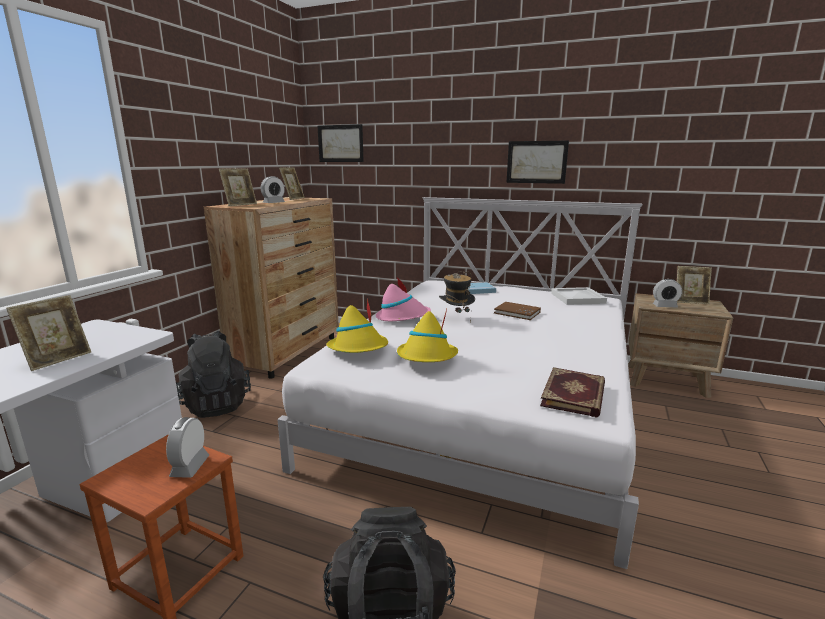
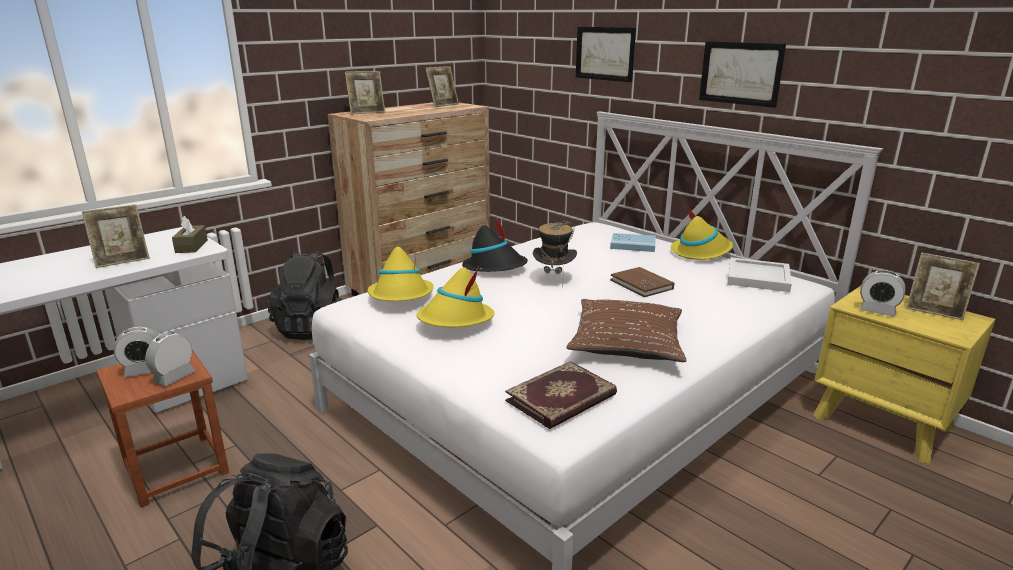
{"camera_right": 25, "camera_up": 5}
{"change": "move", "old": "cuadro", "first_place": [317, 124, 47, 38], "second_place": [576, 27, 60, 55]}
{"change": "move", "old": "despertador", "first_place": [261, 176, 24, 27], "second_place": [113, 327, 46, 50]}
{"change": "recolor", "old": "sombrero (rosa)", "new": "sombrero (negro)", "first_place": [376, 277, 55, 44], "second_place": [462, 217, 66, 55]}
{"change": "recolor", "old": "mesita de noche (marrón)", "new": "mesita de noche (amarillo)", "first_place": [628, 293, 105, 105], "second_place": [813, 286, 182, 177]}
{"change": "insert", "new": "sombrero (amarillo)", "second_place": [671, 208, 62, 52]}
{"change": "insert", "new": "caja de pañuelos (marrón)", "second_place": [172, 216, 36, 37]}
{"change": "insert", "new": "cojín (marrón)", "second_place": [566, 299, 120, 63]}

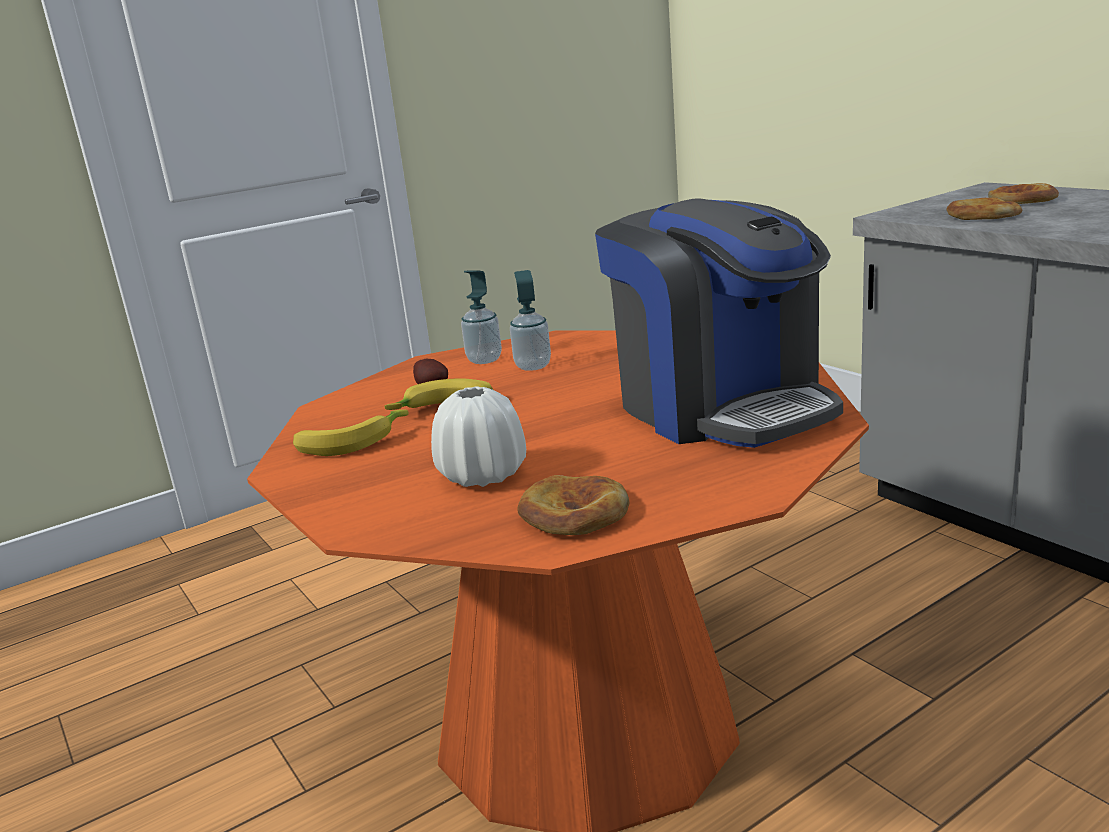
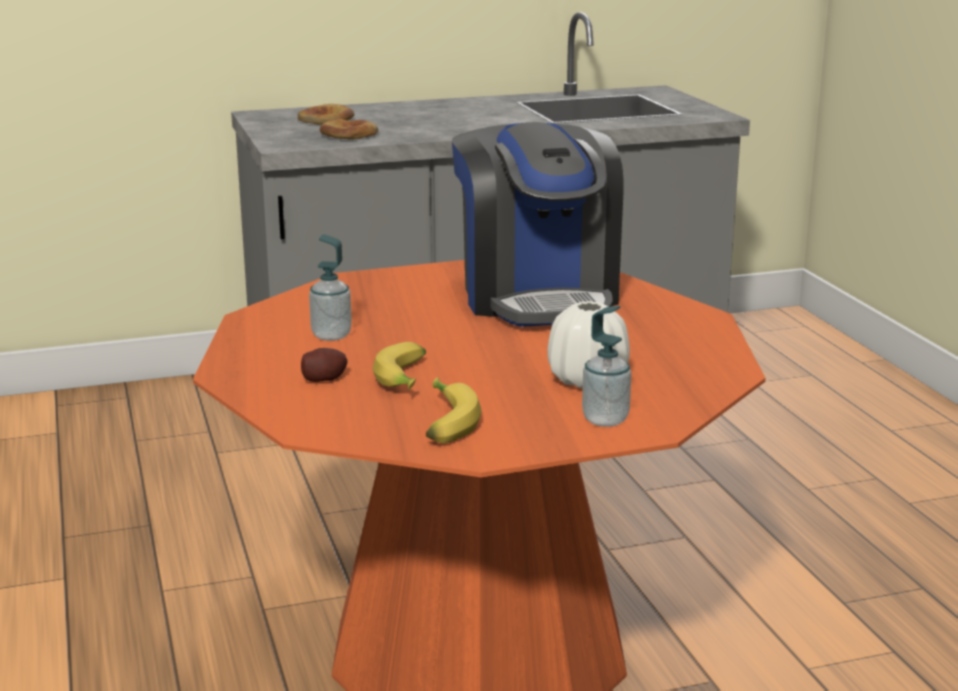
{"camera_right": -75, "camera_up": 0}
{"change": "rotate", "old": "cafetera", "first_place": [595, 198, 248, 250], "second_place": [452, 122, 171, 205], "degrees": 90}
{"change": "move", "old": "dispensador de jabón", "first_place": [461, 270, 41, 94], "second_place": [582, 306, 49, 121]}
{"change": "delete", "old": "pan", "first_place": [517, 475, 112, 60]}

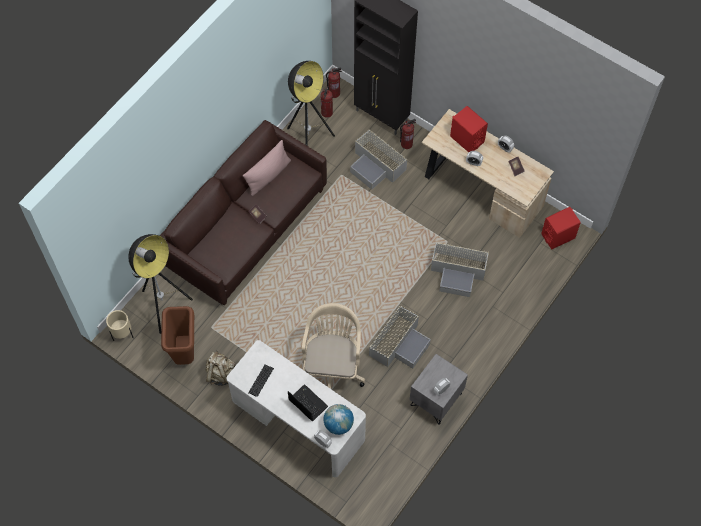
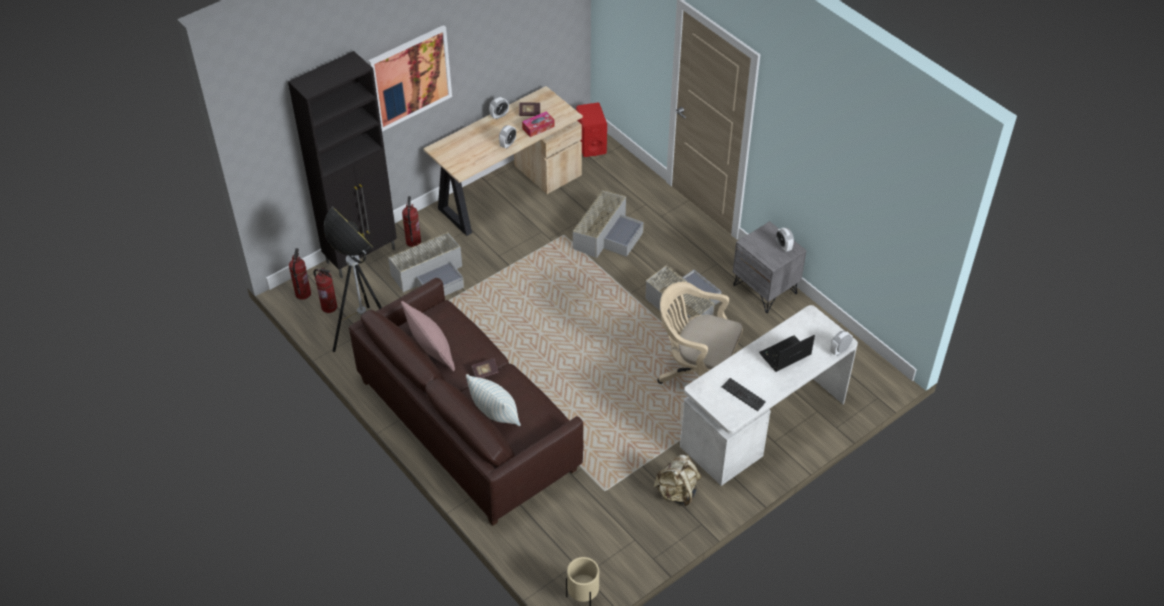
{"camera_right": -75, "camera_up": -15}
{"change": "delete", "old": "altavoz (rojo)", "first_place": [450, 106, 38, 46]}
{"change": "delete", "old": "lámpara de pie", "first_place": [128, 234, 65, 100]}
{"change": "delete", "old": "papelera (marrón)", "first_place": [161, 306, 33, 59]}
{"change": "delete", "old": "globo terráqueo", "first_place": [324, 404, 30, 31]}
{"change": "insert", "new": "cuadro", "second_place": [368, 25, 84, 106]}
{"change": "insert", "new": "caja de pañuelos", "second_place": [522, 111, 33, 26]}
{"change": "insert", "new": "cojín", "second_place": [466, 374, 55, 52]}

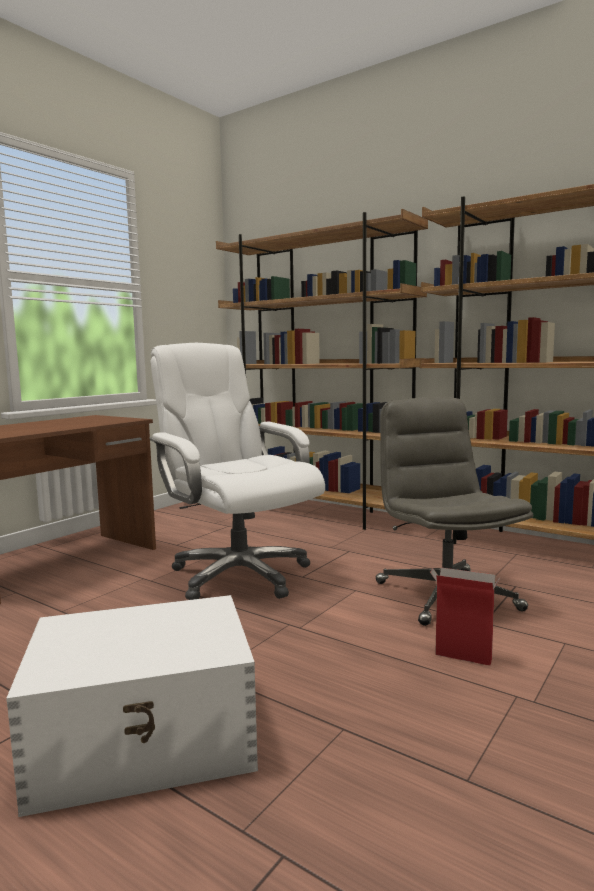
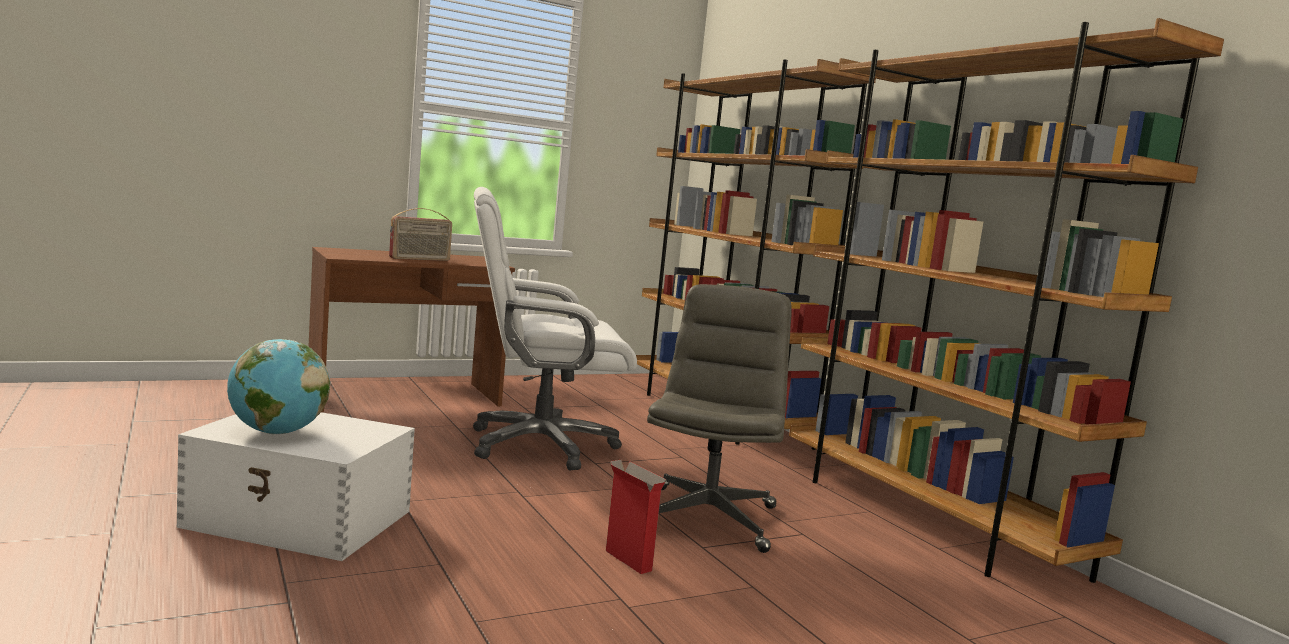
{"camera_right": 25, "camera_up": 0}
{"change": "rotate", "old": "silla de oficina (blanco)", "first_place": [149, 343, 176, 257], "second_place": [473, 187, 164, 284], "degrees": -90}
{"change": "insert", "new": "radio", "second_place": [389, 208, 63, 53]}
{"change": "insert", "new": "globo terráqueo", "second_place": [227, 339, 103, 95]}

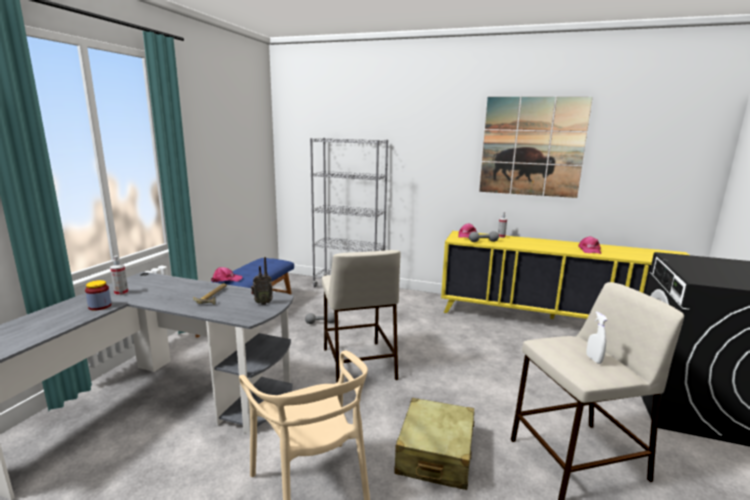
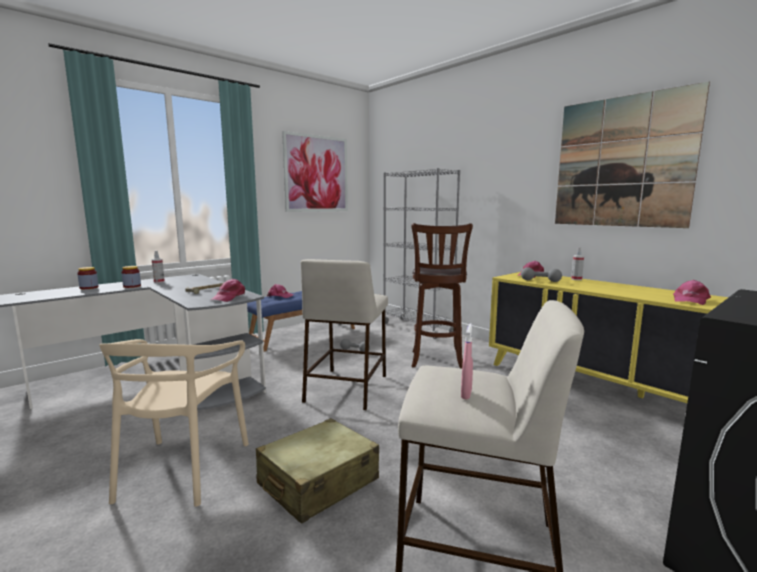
{"camera_right": 30, "camera_up": -5}
{"change": "replace", "old": "radio", "new": "gorra (rosa)", "first_place": [251, 257, 22, 48], "second_place": [211, 279, 34, 23]}
{"change": "recolor", "old": "pulverizador (blanco)", "new": "pulverizador (rosa)", "first_place": [586, 311, 22, 53], "second_place": [461, 323, 12, 76]}
{"change": "insert", "new": "cuadro", "second_place": [282, 131, 66, 81]}
{"change": "insert", "new": "taburete (marrón)", "second_place": [411, 223, 62, 146]}
{"change": "insert", "new": "tarro", "second_place": [77, 267, 22, 22]}

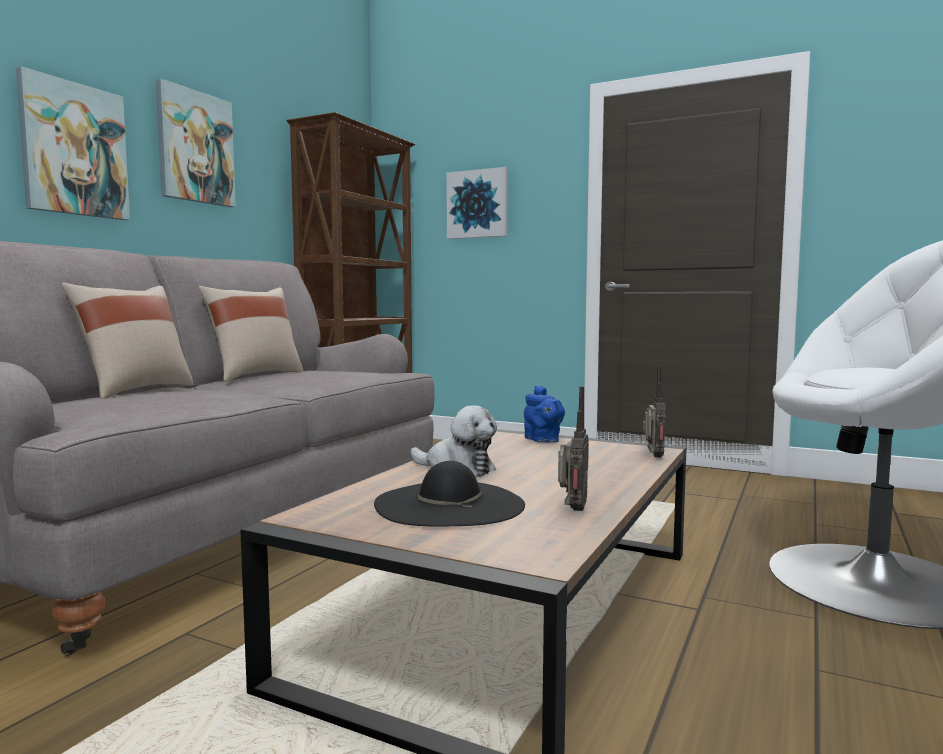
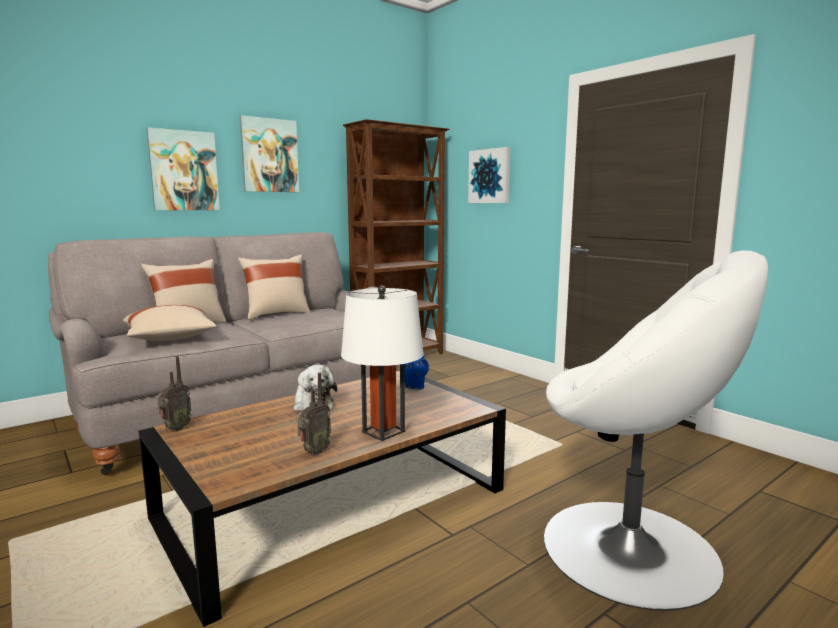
{"camera_right": 25, "camera_up": 5}
{"change": "move", "old": "radio", "first_place": [643, 365, 23, 92], "second_place": [157, 356, 35, 75]}
{"change": "delete", "old": "sombrero (negro)", "first_place": [374, 461, 151, 66]}
{"change": "insert", "new": "lámpara de mesa (blanco)", "second_place": [341, 286, 83, 155]}
{"change": "insert", "new": "cojín (beis)", "second_place": [123, 305, 94, 36]}

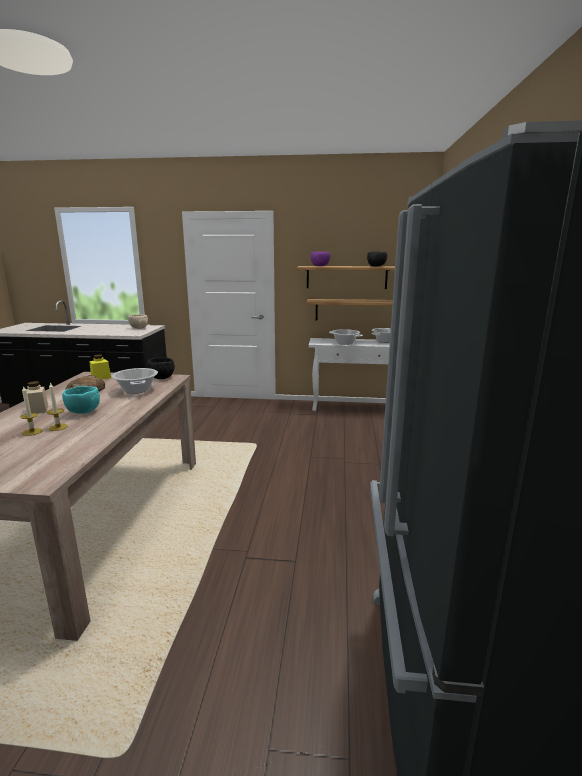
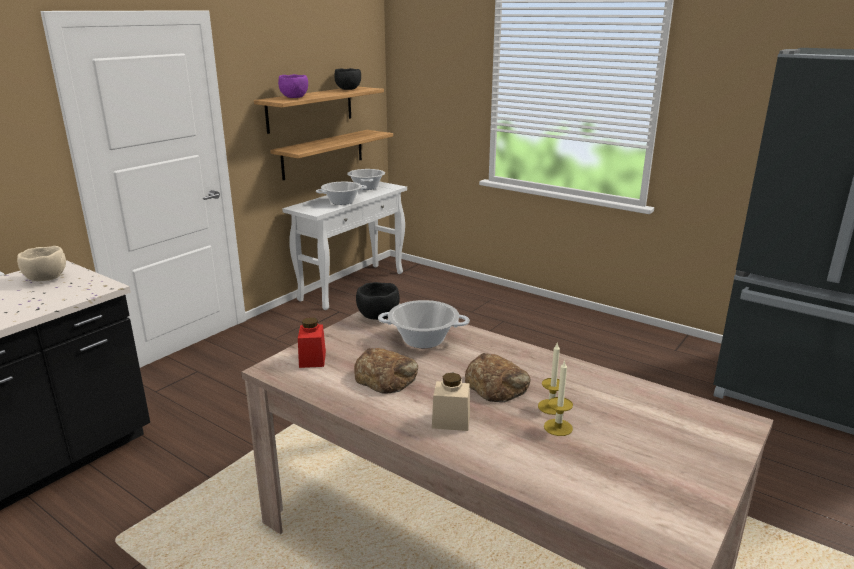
{"camera_right": -60, "camera_up": 5}
{"change": "recolor", "old": "tarro (amarillo)", "new": "tarro (rojo)", "first_place": [89, 354, 22, 26], "second_place": [298, 317, 28, 51]}
{"change": "replace", "old": "cuenco (turquesa)", "new": "pan", "first_place": [62, 386, 38, 28], "second_place": [465, 353, 66, 49]}

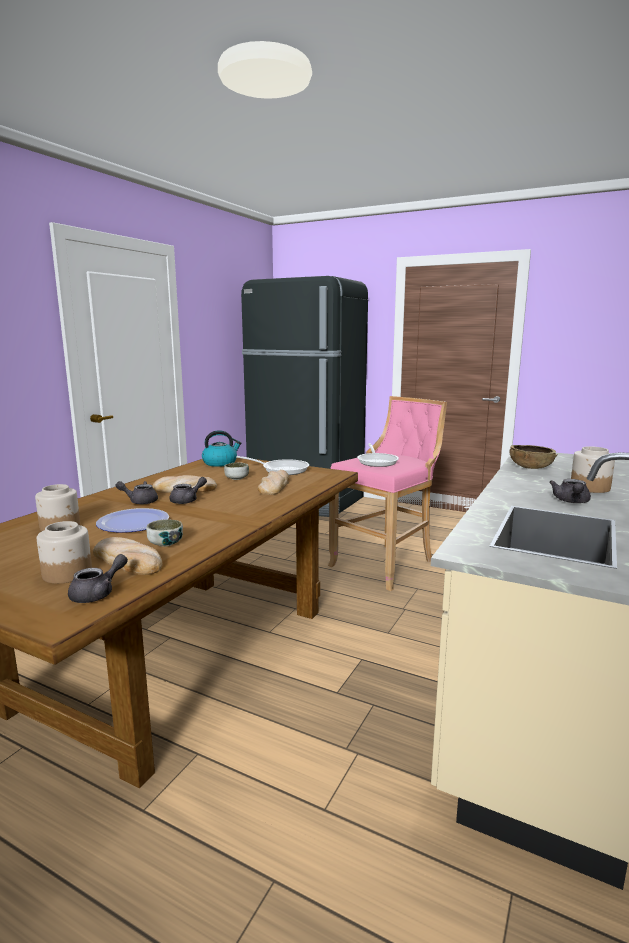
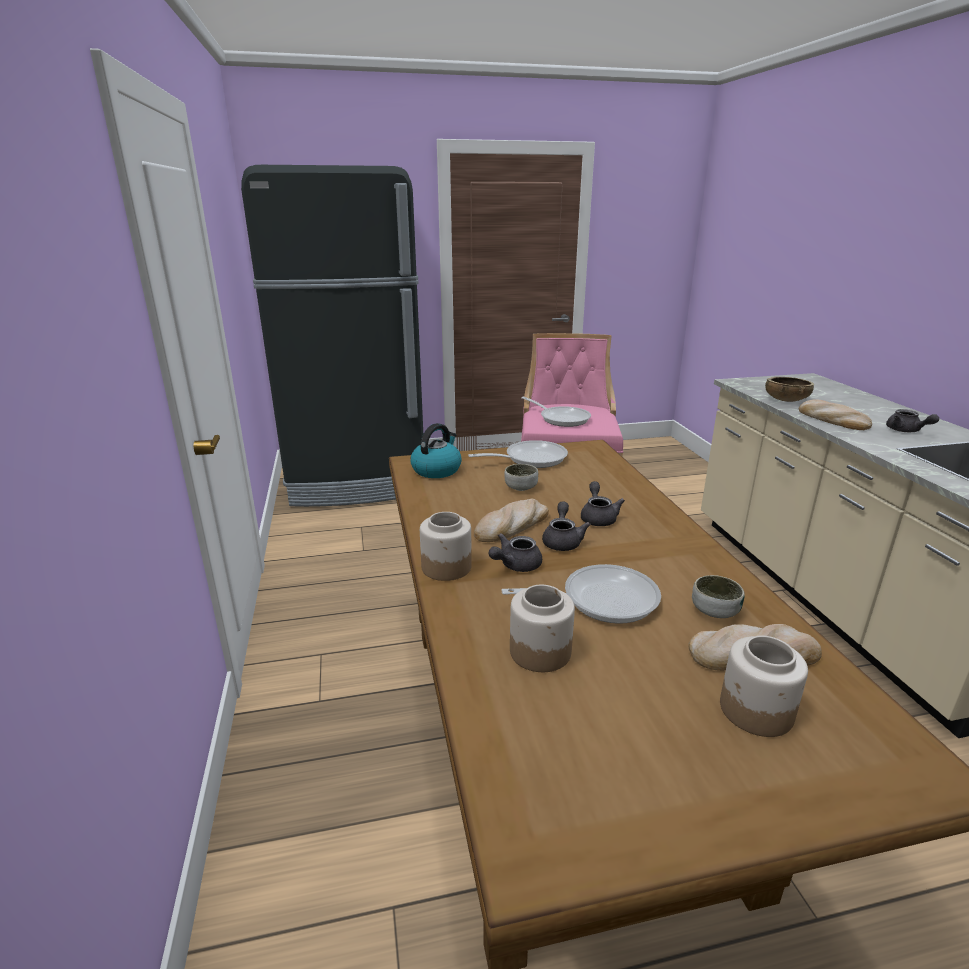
{"camera_right": -40, "camera_up": 10}
{"change": "move", "old": "tarro", "first_place": [571, 446, 44, 47], "second_place": [420, 512, 52, 69]}
{"change": "move", "old": "pan", "first_place": [258, 470, 31, 25], "second_place": [799, 399, 73, 31]}
{"change": "replace", "old": "plato", "new": "sartén", "first_place": [96, 508, 73, 25], "second_place": [502, 564, 159, 60]}
{"change": "move", "old": "tetera (gris)", "first_place": [68, 554, 60, 49], "second_place": [581, 481, 44, 45]}

